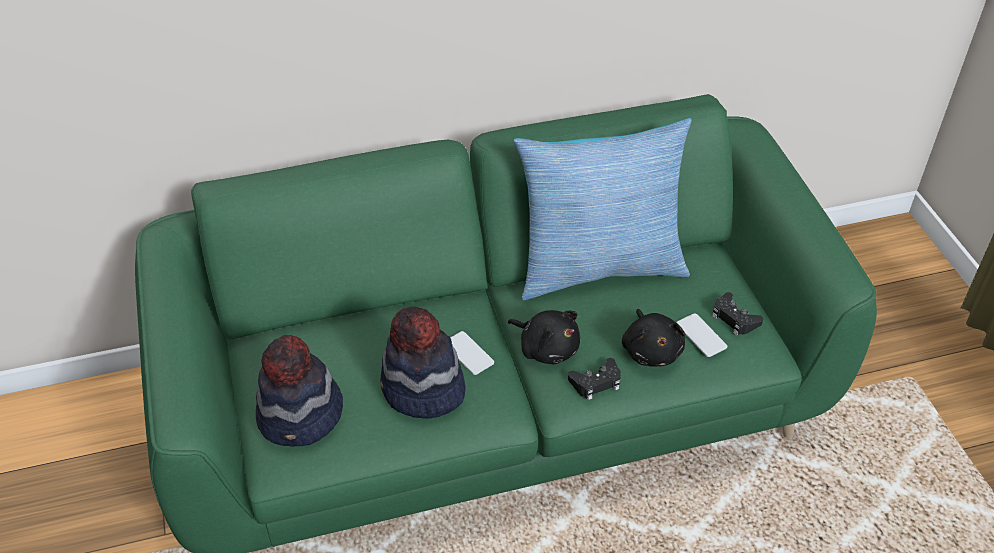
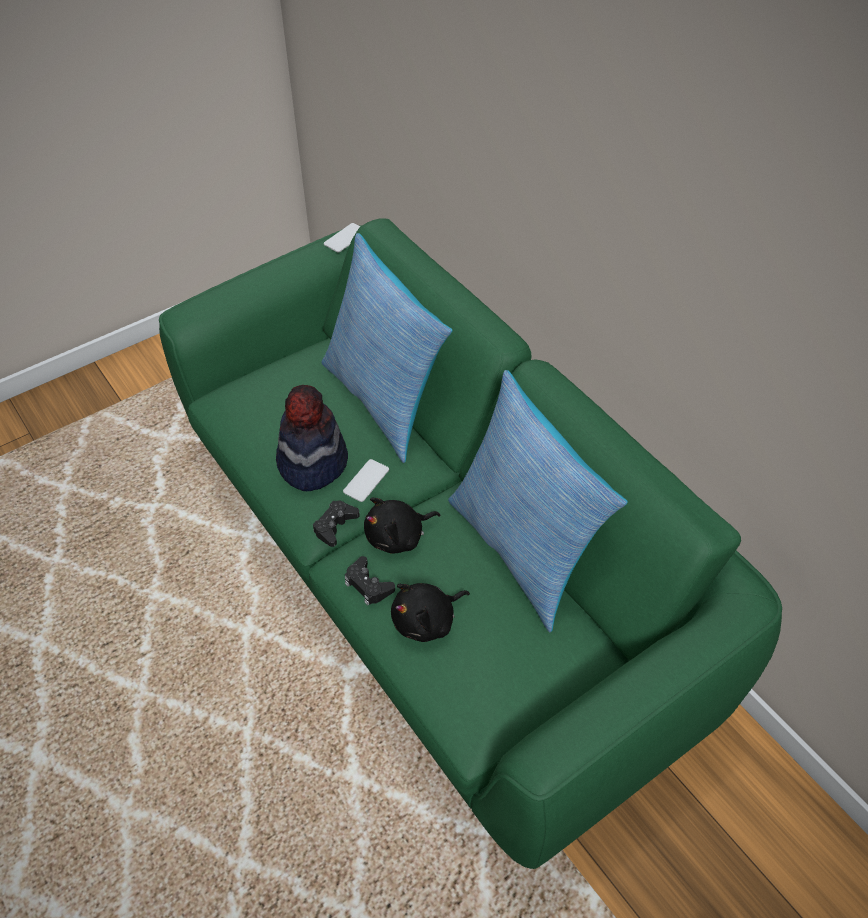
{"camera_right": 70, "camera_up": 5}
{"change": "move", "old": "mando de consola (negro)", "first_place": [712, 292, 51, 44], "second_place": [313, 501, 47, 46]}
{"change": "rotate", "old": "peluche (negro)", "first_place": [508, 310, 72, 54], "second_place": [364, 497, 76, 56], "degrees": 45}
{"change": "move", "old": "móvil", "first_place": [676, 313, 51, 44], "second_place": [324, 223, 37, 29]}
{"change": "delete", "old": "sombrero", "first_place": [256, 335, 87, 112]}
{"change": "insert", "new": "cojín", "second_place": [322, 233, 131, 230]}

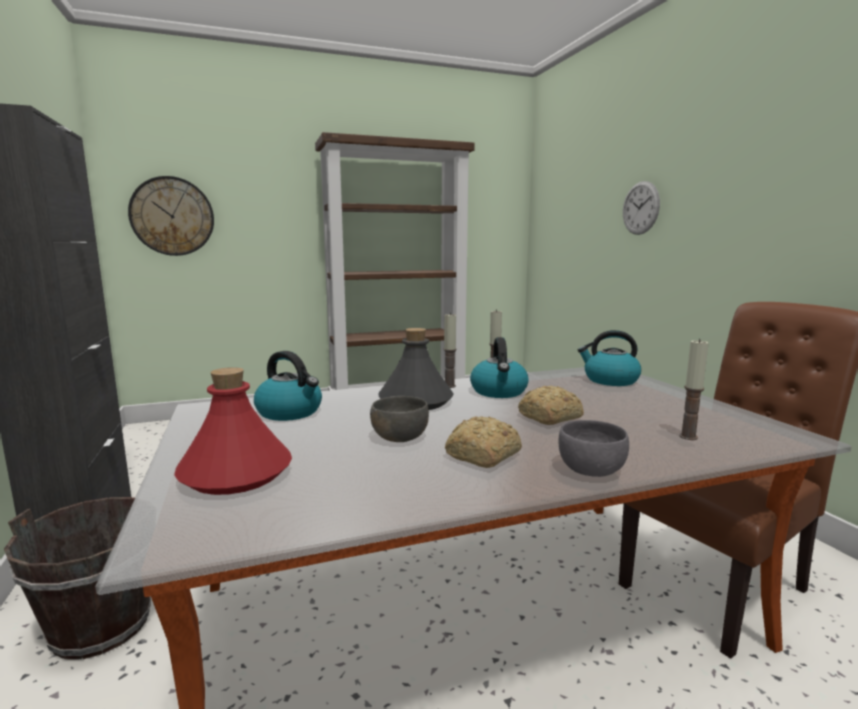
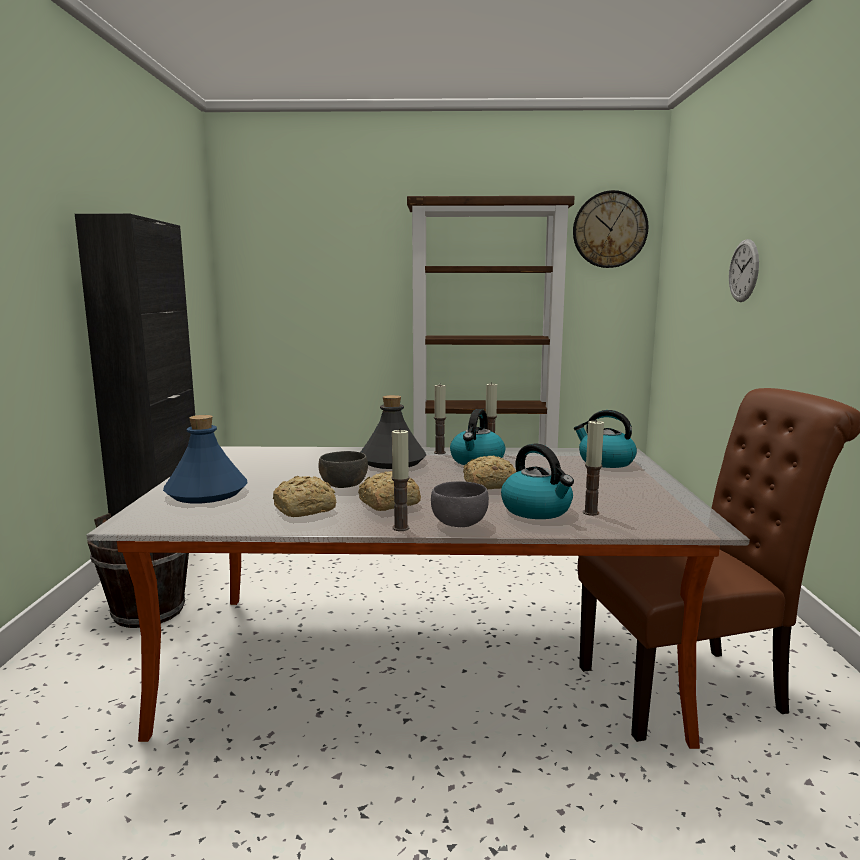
{"camera_right": 20, "camera_up": 0}
{"change": "move", "old": "reloj de pared", "first_place": [128, 176, 86, 80], "second_place": [573, 190, 75, 78]}
{"change": "move", "old": "hervidor", "first_place": [254, 351, 68, 70], "second_place": [501, 443, 73, 76]}
{"change": "recolor", "old": "botella (rojo)", "new": "botella (azul)", "first_place": [174, 367, 118, 128], "second_place": [163, 415, 85, 88]}
{"change": "insert", "new": "vela", "second_place": [391, 428, 19, 103]}
{"change": "insert", "new": "pan", "second_place": [273, 476, 63, 41]}

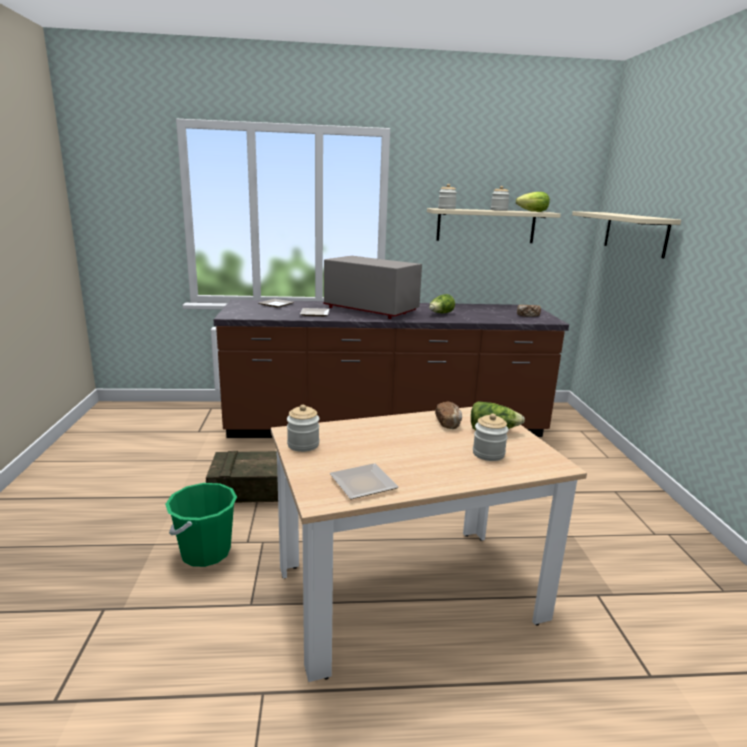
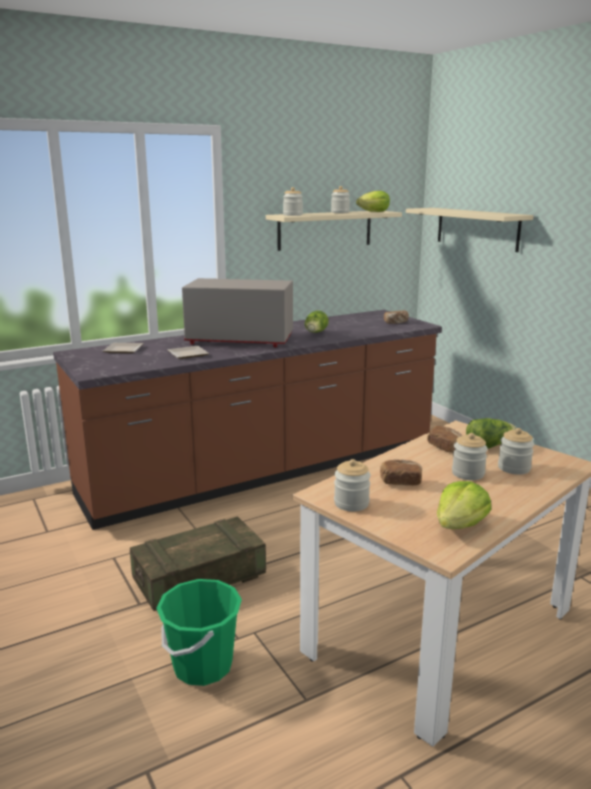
{"camera_right": -25, "camera_up": 0}
{"change": "replace", "old": "plato", "new": "lechuga", "first_place": [330, 463, 69, 36], "second_place": [437, 481, 55, 48]}
{"change": "insert", "new": "tarro", "second_place": [452, 433, 36, 47]}
{"change": "insert", "new": "pan", "second_place": [380, 459, 42, 27]}

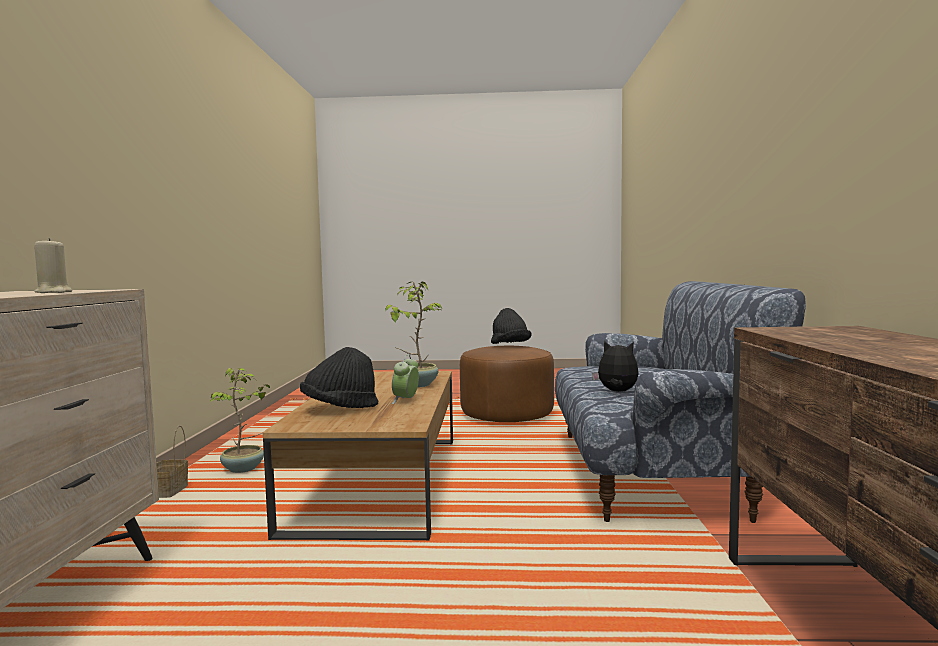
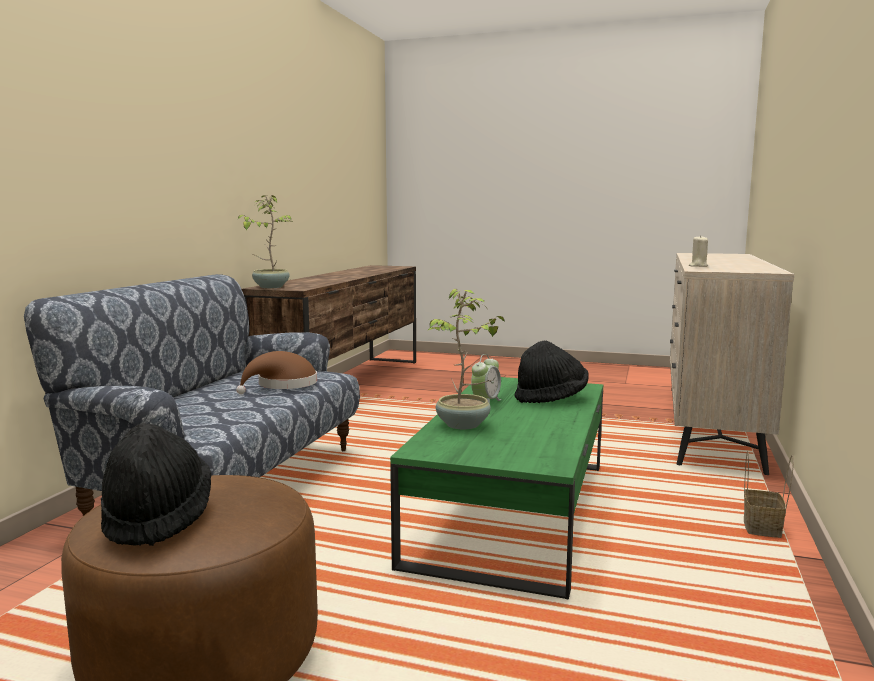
{"camera_right": -165, "camera_up": 5}
{"change": "replace", "old": "peluche", "new": "sombrero (marrón)", "first_place": [592, 341, 47, 51], "second_place": [236, 351, 81, 43]}
{"change": "move", "old": "planta en maceta", "first_place": [210, 368, 60, 105], "second_place": [238, 195, 54, 93]}
{"change": "recolor", "old": "mesa de centro (marrón)", "new": "mesa de centro (verde)", "first_place": [263, 371, 190, 169], "second_place": [390, 377, 213, 223]}

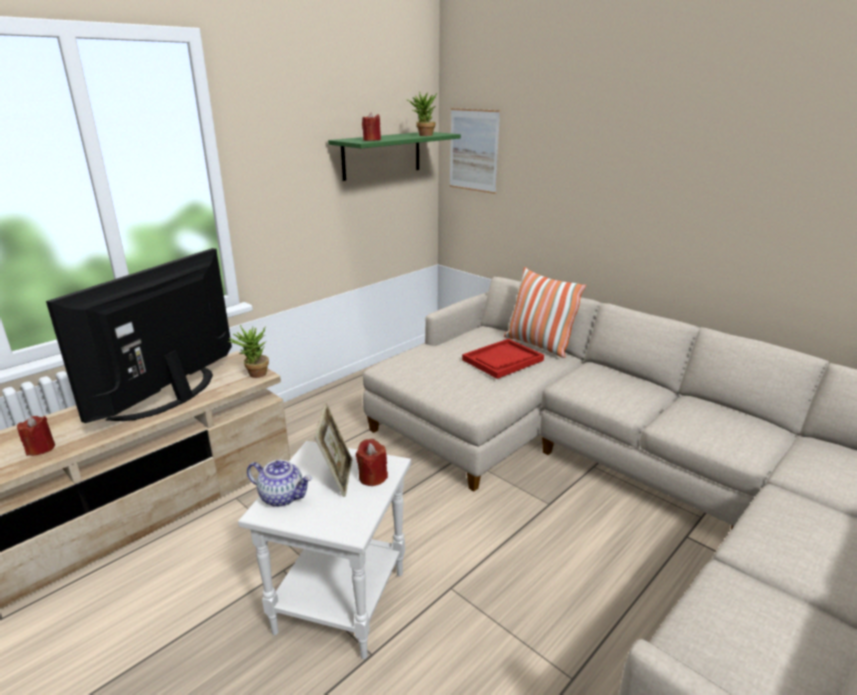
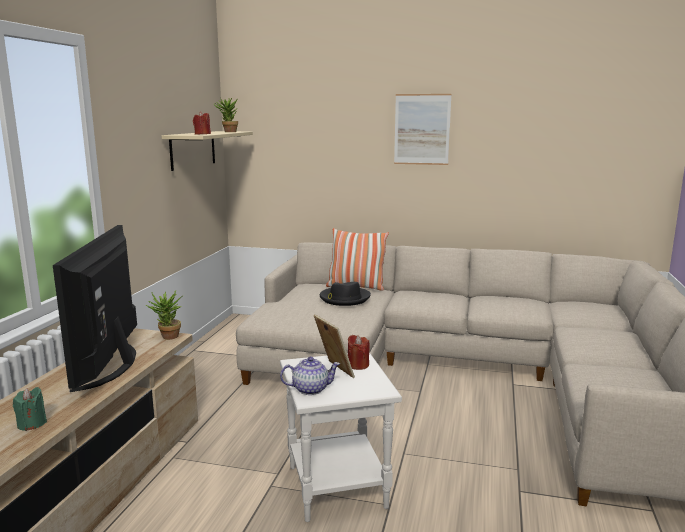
{"camera_right": -30, "camera_up": -10}
{"change": "move", "old": "cuadro", "first_place": [450, 108, 50, 86], "second_place": [394, 94, 57, 71]}
{"change": "recolor", "old": "estante (verde)", "new": "estante (beis)", "first_place": [328, 132, 133, 49], "second_place": [162, 131, 91, 40]}
{"change": "replace", "old": "bandeja (rojo)", "new": "sombrero (negro)", "first_place": [462, 339, 82, 40], "second_place": [320, 282, 51, 24]}
{"change": "recolor", "old": "vela (rojo)", "new": "vela (verde)", "first_place": [17, 416, 38, 40], "second_place": [13, 387, 34, 44]}

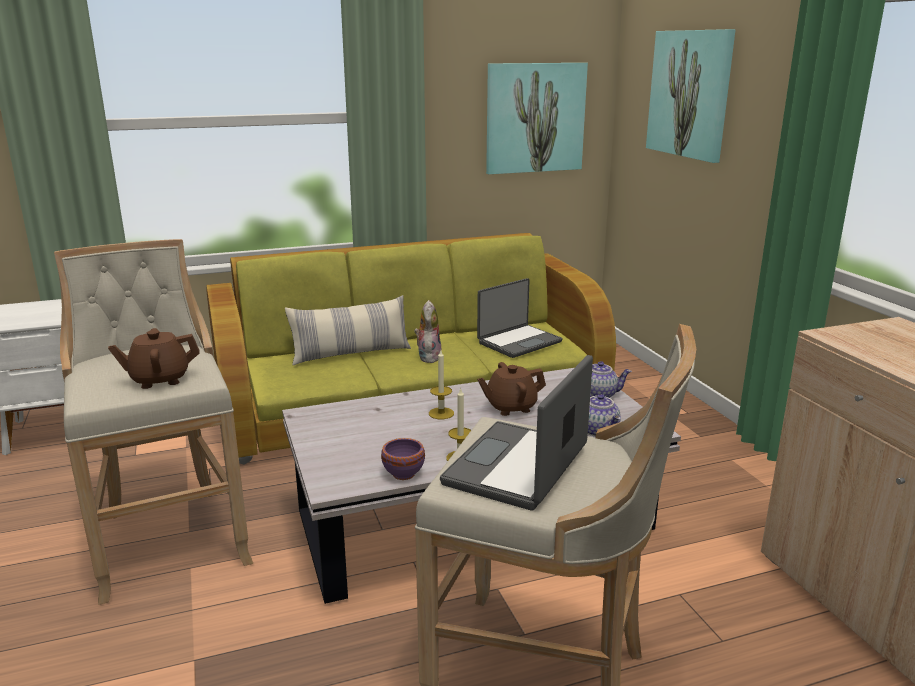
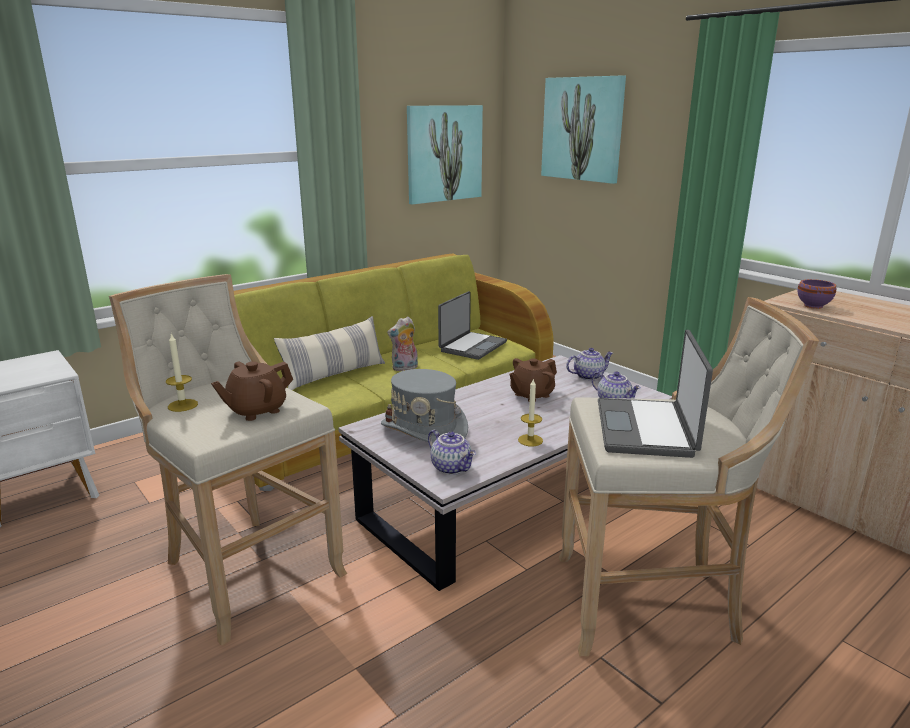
{"camera_right": -20, "camera_up": 0}
{"change": "rotate", "old": "peluche", "first_place": [414, 300, 27, 63], "second_place": [387, 317, 31, 54], "degrees": -105}
{"change": "move", "old": "vela", "first_place": [429, 350, 25, 69], "second_place": [166, 334, 32, 78]}
{"change": "move", "old": "cuenco (morado)", "first_place": [381, 438, 44, 42], "second_place": [798, 279, 38, 30]}
{"change": "insert", "new": "sombrero (gris)", "second_place": [381, 369, 87, 74]}
{"change": "insert", "new": "tetera", "second_place": [428, 430, 48, 45]}

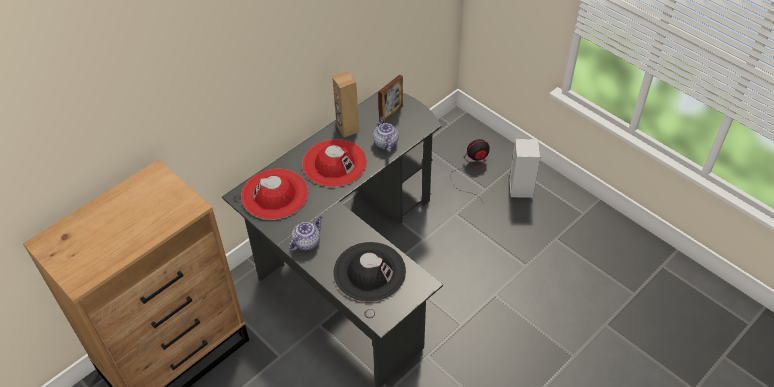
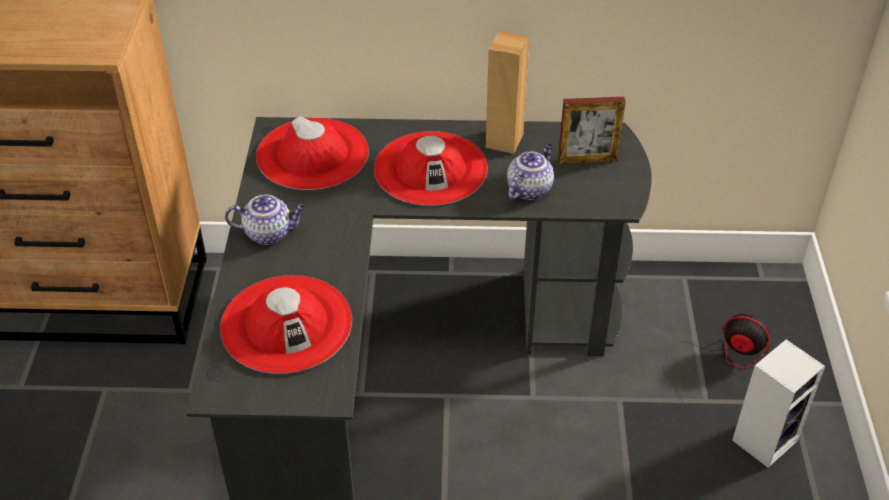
{"camera_right": 45, "camera_up": -5}
{"change": "recolor", "old": "sombrero (negro)", "new": "sombrero (rojo)", "first_place": [334, 242, 72, 60], "second_place": [220, 275, 132, 99]}

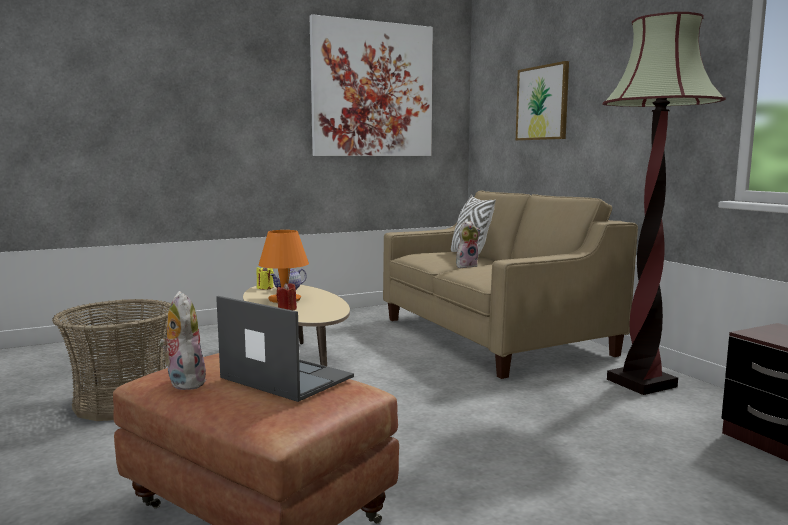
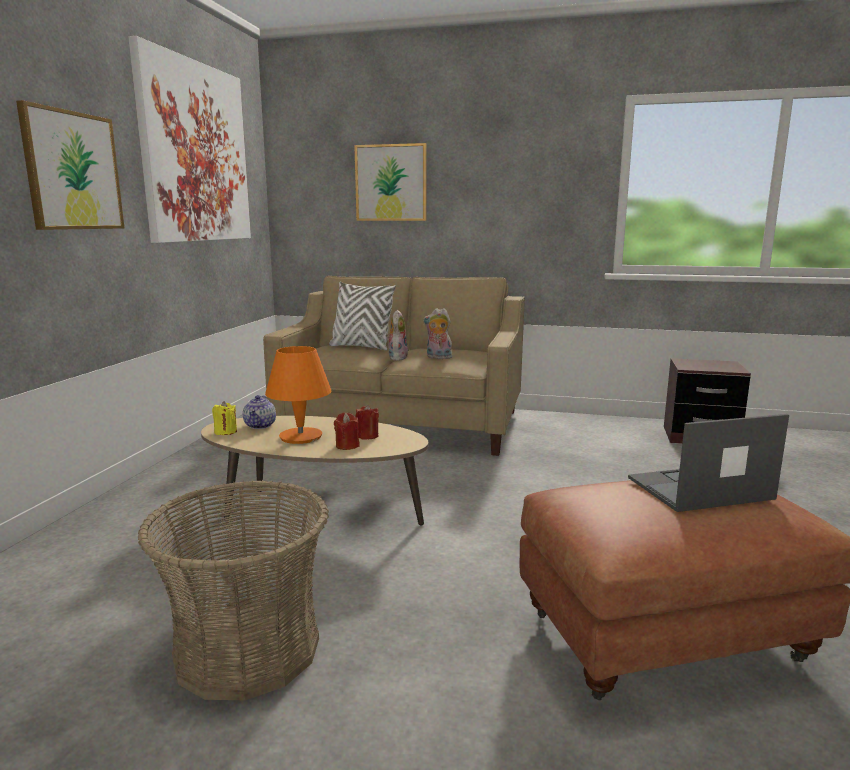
{"camera_right": -50, "camera_up": 5}
{"change": "delete", "old": "lámpara de pie", "first_place": [603, 12, 123, 383]}
{"change": "move", "old": "peluche", "first_place": [159, 291, 47, 99], "second_place": [423, 308, 29, 51]}
{"change": "insert", "new": "cuadro", "second_place": [16, 100, 108, 130]}
{"change": "insert", "new": "vela (rojo)", "second_place": [356, 405, 23, 34]}

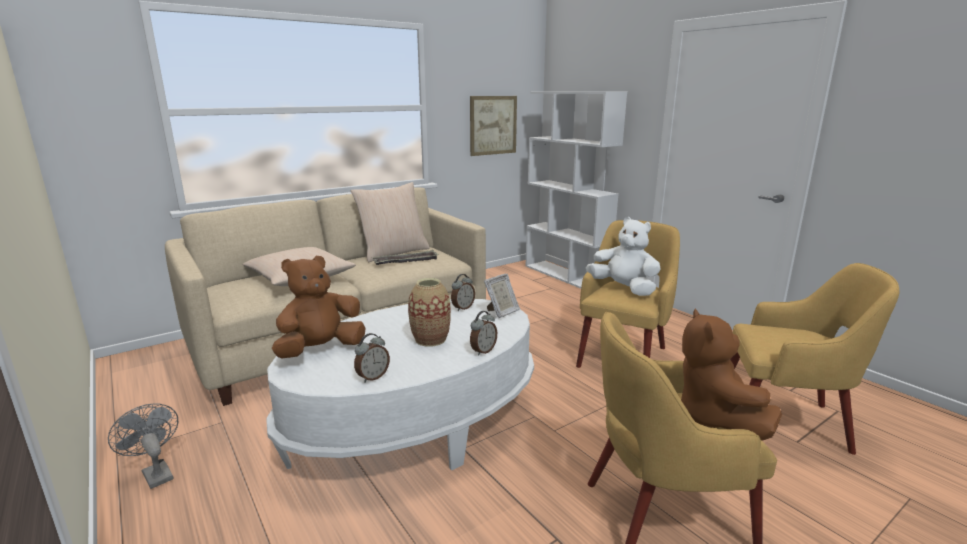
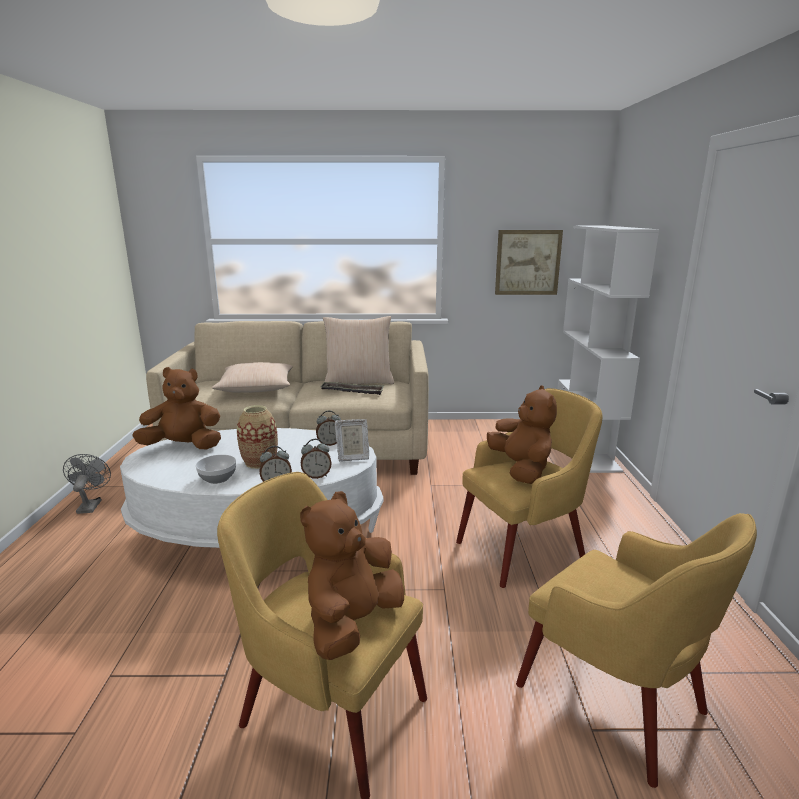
{"camera_right": 35, "camera_up": 0}
{"change": "recolor", "old": "peluche (blanco)", "new": "peluche (marrón)", "first_place": [586, 217, 75, 79], "second_place": [487, 385, 70, 99]}
{"change": "move", "old": "despertador", "first_place": [354, 333, 36, 49], "second_place": [301, 439, 31, 40]}
{"change": "insert", "new": "cuenco", "second_place": [196, 455, 40, 29]}

